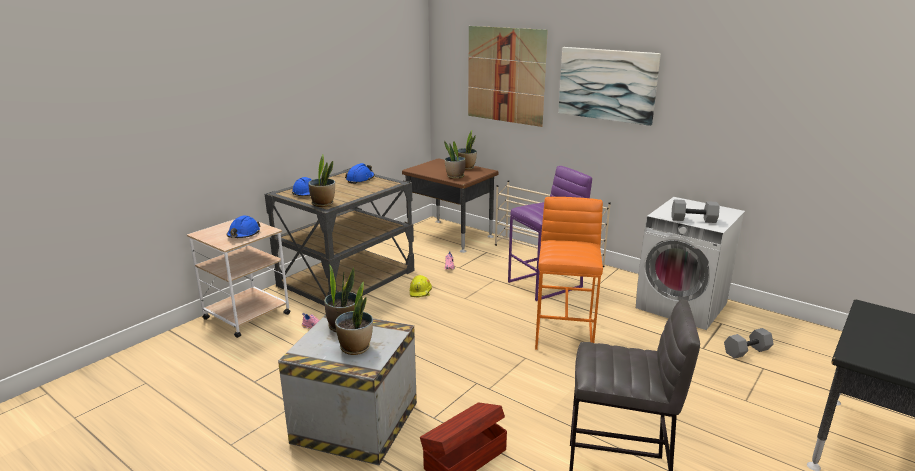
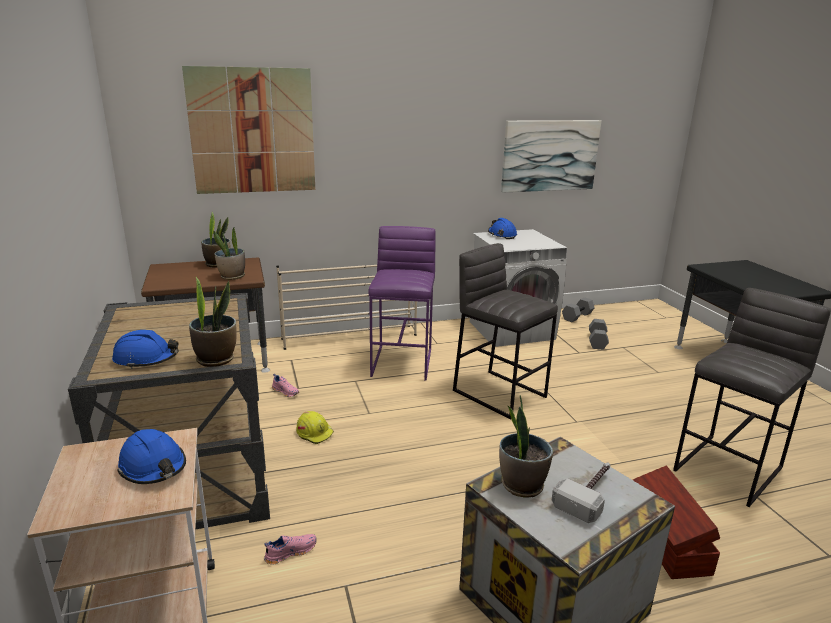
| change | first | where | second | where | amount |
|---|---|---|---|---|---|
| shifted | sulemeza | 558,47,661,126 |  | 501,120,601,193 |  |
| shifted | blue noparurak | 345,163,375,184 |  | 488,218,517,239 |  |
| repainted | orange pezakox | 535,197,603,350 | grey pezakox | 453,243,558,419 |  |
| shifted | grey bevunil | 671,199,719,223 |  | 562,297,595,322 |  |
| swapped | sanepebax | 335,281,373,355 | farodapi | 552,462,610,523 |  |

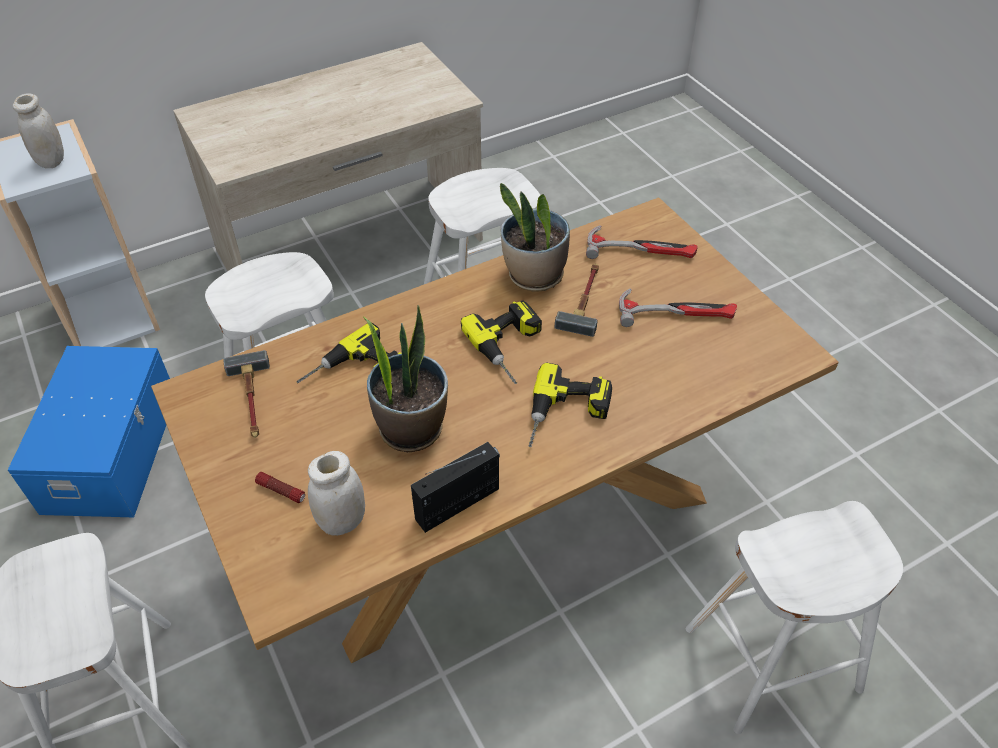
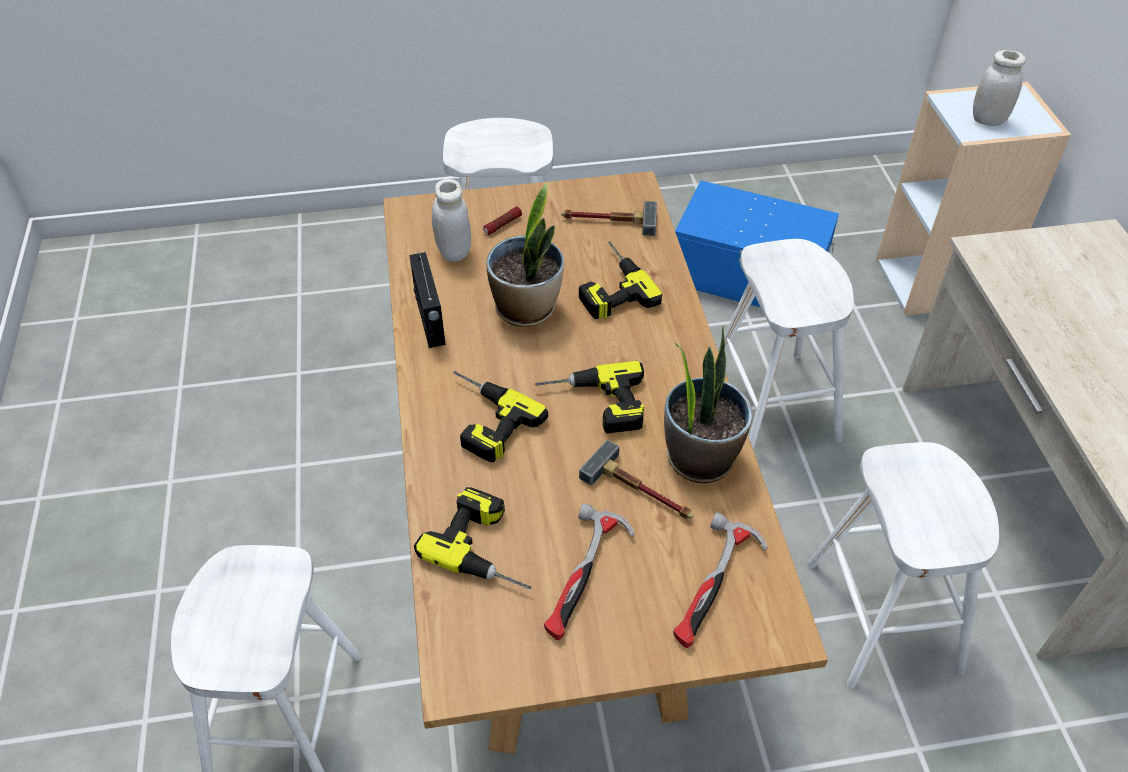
| change | first | where | second | where | amount |
|---|---|---|---|---|---|
| new |  |  | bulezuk | 414,487,531,589 |  |

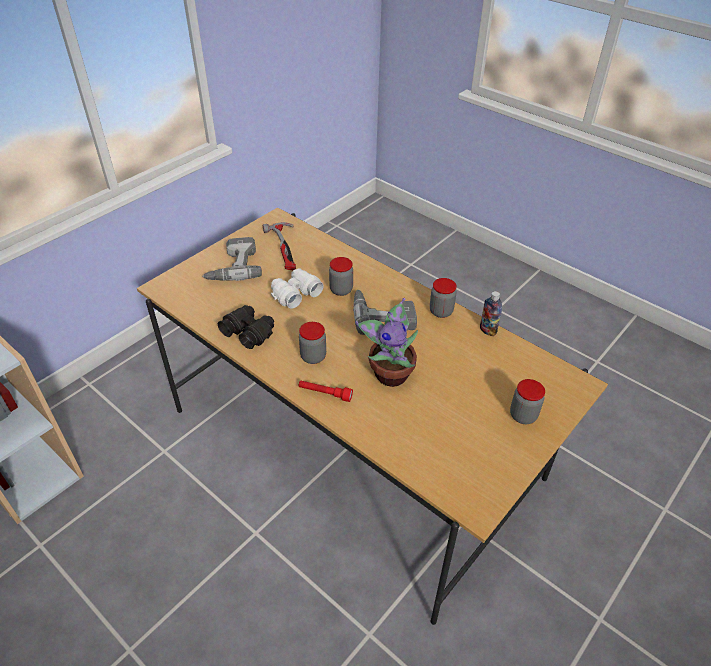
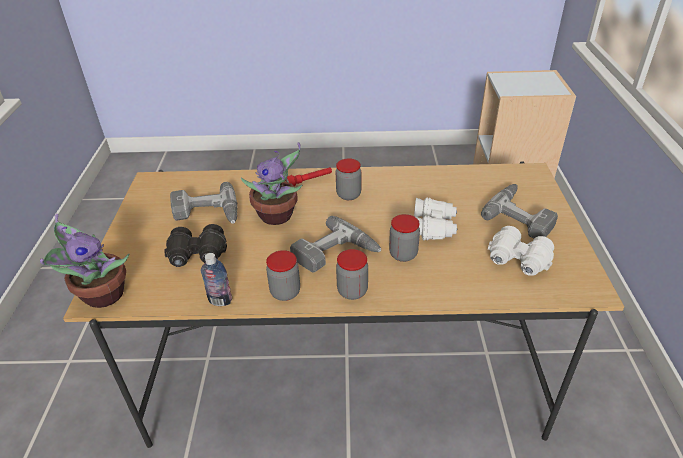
| change | first | where | second | where | amount |
|---|---|---|---|---|---|
| swapped | farodapi | 263,222,296,270 | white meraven | 488,226,554,276 |  |
| shifted | black meraven | 218,305,274,349 |  | 164,224,227,267 |  |
| shifted | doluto | 510,379,545,424 |  | 336,249,368,300 |  |
| new |  |  | bulezuk | 170,182,237,224 |  |
| new |  |  | sanepebax | 40,214,129,308 |  |

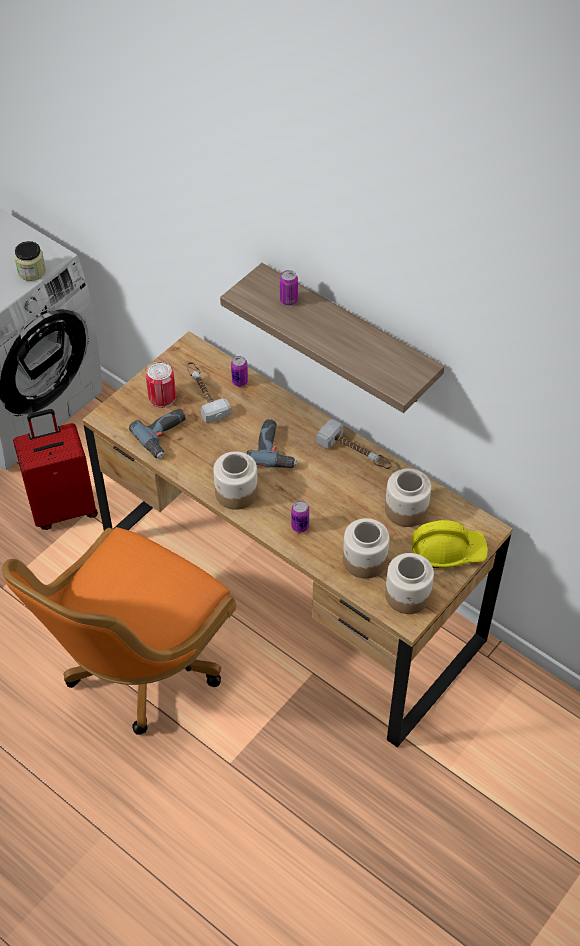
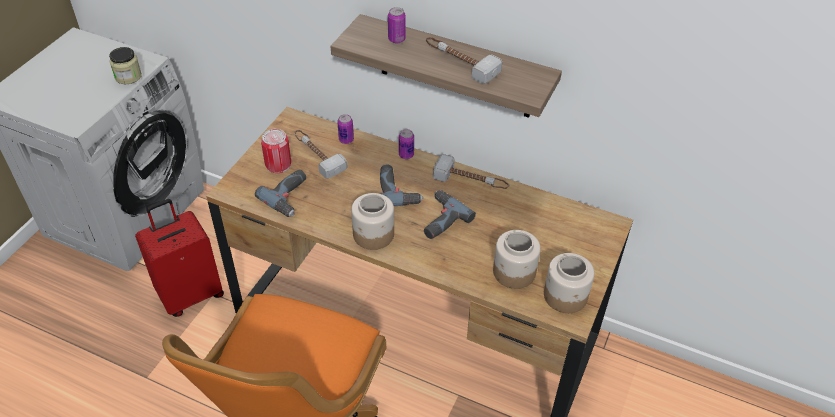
| change | first | where | second | where | amount |
|---|---|---|---|---|---|
| gone | doluto | 385,468,431,527 |  |  |  |
| shifted | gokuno | 291,501,309,533 |  | 399,129,414,159 |  |
| gone | yellow noparurak | 412,520,488,568 |  |  |  |
| new |  |  | farodapi | 426,37,503,84 |  |
| new |  |  | bulezuk | 424,190,476,239 |  |

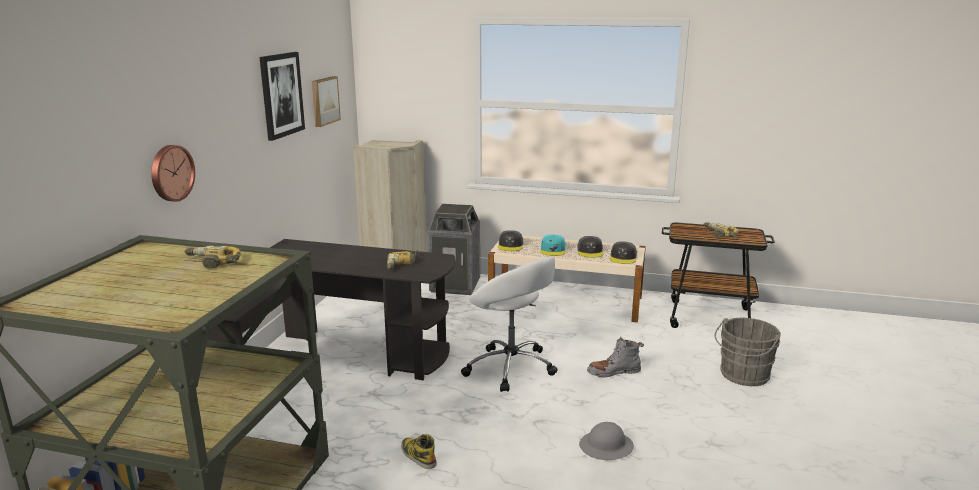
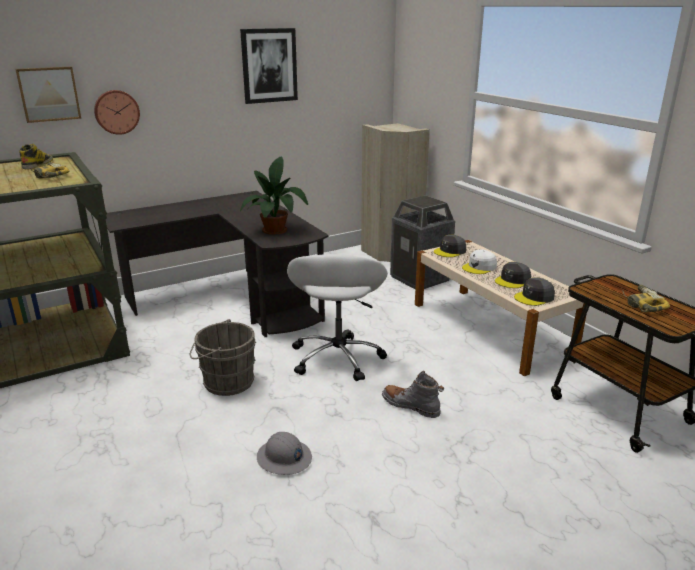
| change | first | where | second | where | amount |
|---|---|---|---|---|---|
| shifted | sulemeza | 312,76,341,127 |  | 15,67,81,123 |  |
| repainted | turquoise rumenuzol | 540,235,566,256 | white rumenuzol | 462,250,497,274 |  |
| swapped | bulezuk | 387,250,418,270 | sanepebax | 240,157,308,235 |  |
| shifted | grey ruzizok | 714,318,781,386 |  | 190,319,256,396 |  |
| shifted | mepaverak | 401,434,437,469 |  | 20,144,53,169 |  |

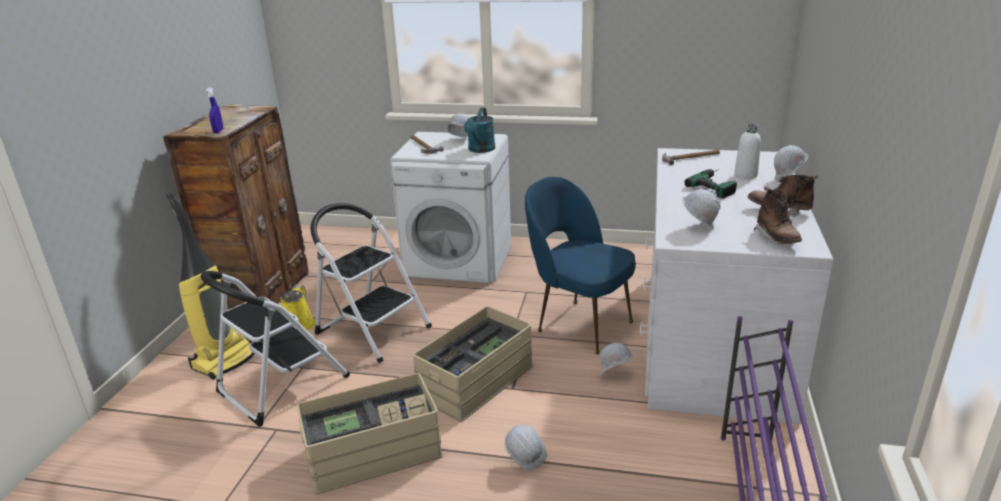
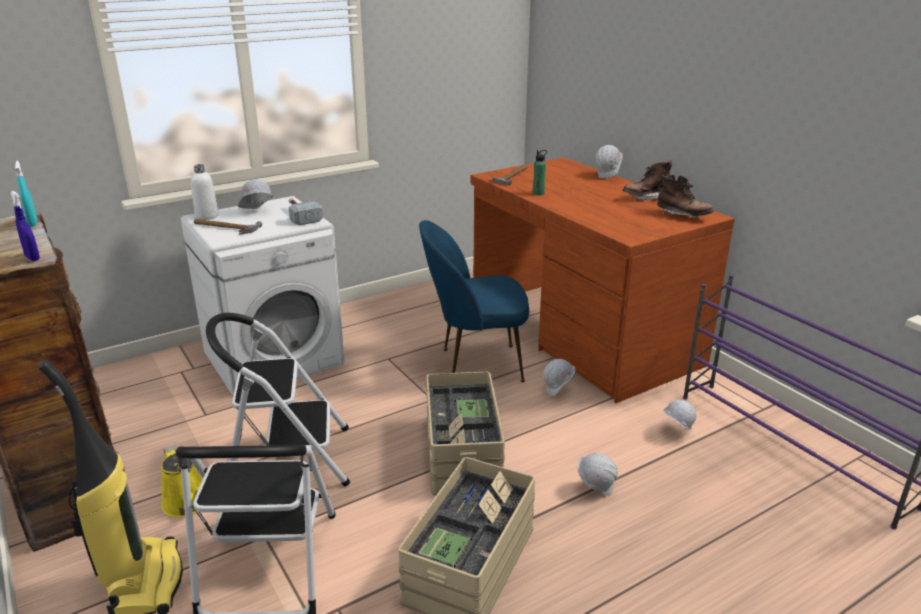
| change | first | where | second | where | amount |
|---|---|---|---|---|---|
| swapped | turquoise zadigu | 464,108,495,153 | farodapi | 289,198,323,225 |  |
| shifted | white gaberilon | 734,124,761,179 |  | 191,164,219,220 |  |
| repainted | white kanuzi | 640,148,834,424 | brown kanuzi | 470,157,735,403 |  |
| gone | bulezuk | 685,169,737,199 |  |  |  |
| shifted | white noparurak | 682,189,720,229 |  | 663,400,696,430 |  |
| new |  |  | green gaberilon | 533,150,547,195 |  |
| new |  |  | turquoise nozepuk | 15,161,37,227 |  |

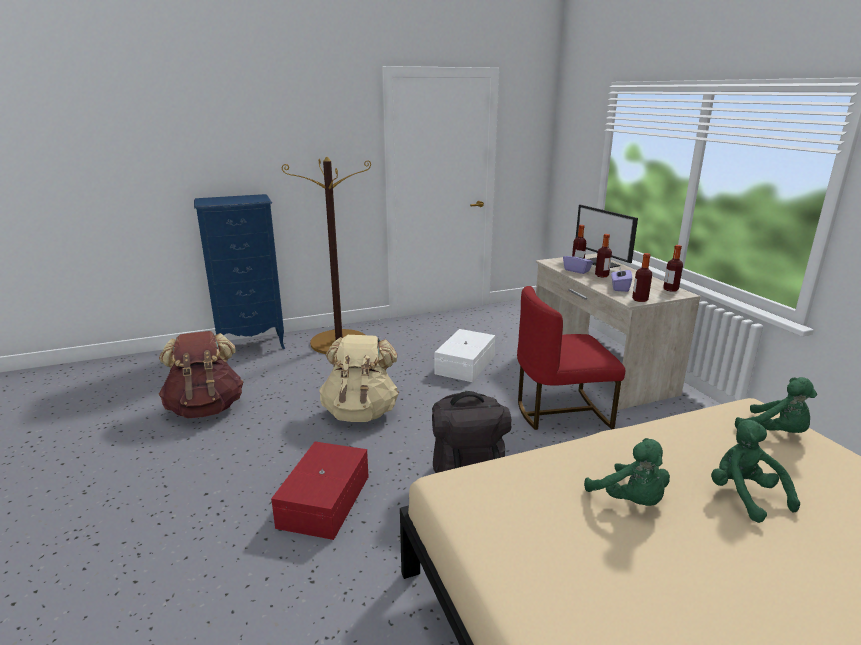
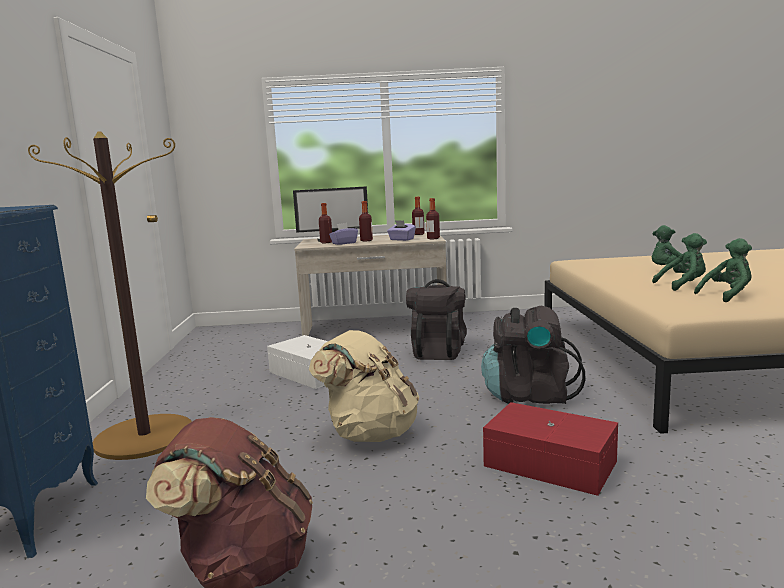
| change | first | where | second | where | amount |
|---|---|---|---|---|---|
| swapped | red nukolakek | 517,286,625,430 | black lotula | 406,279,467,360 |  |
| shifted | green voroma | 735,377,817,433 |  | 694,238,752,302 |  |

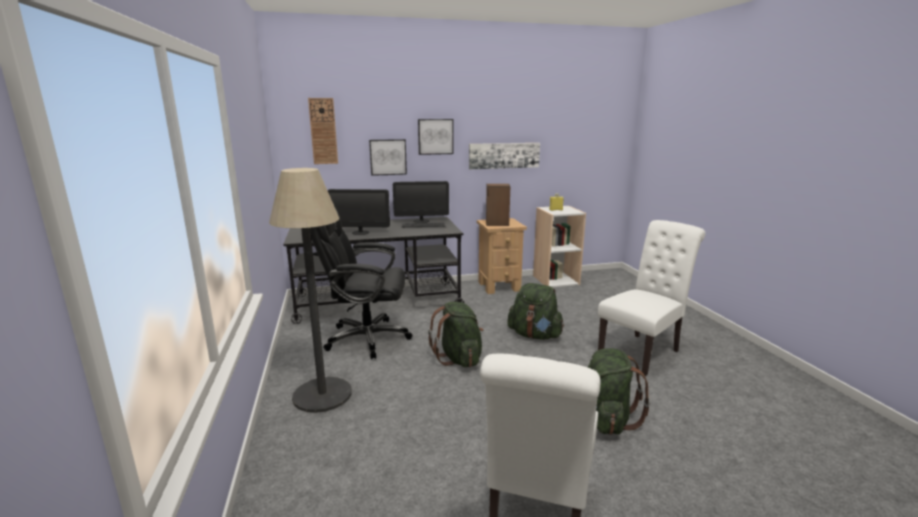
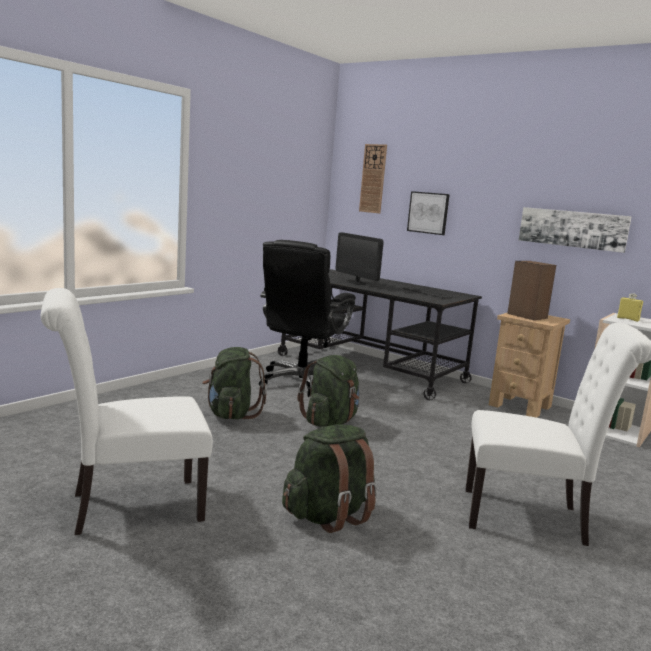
| change | first | where | second | where | amount |
|---|---|---|---|---|---|
| gone | sulemeza | 418,119,454,155 |  |  |  |
| gone | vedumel | 269,168,352,413 |  |  |  |
| gone | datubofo | 393,181,449,223 |  |  |  |
| rotated | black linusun | 310,206,413,359 |  | 259,240,356,397 | 120 degrees counterclockwise |
| shifted | green lotula | 507,283,564,340 |  | 202,347,267,419 |  |

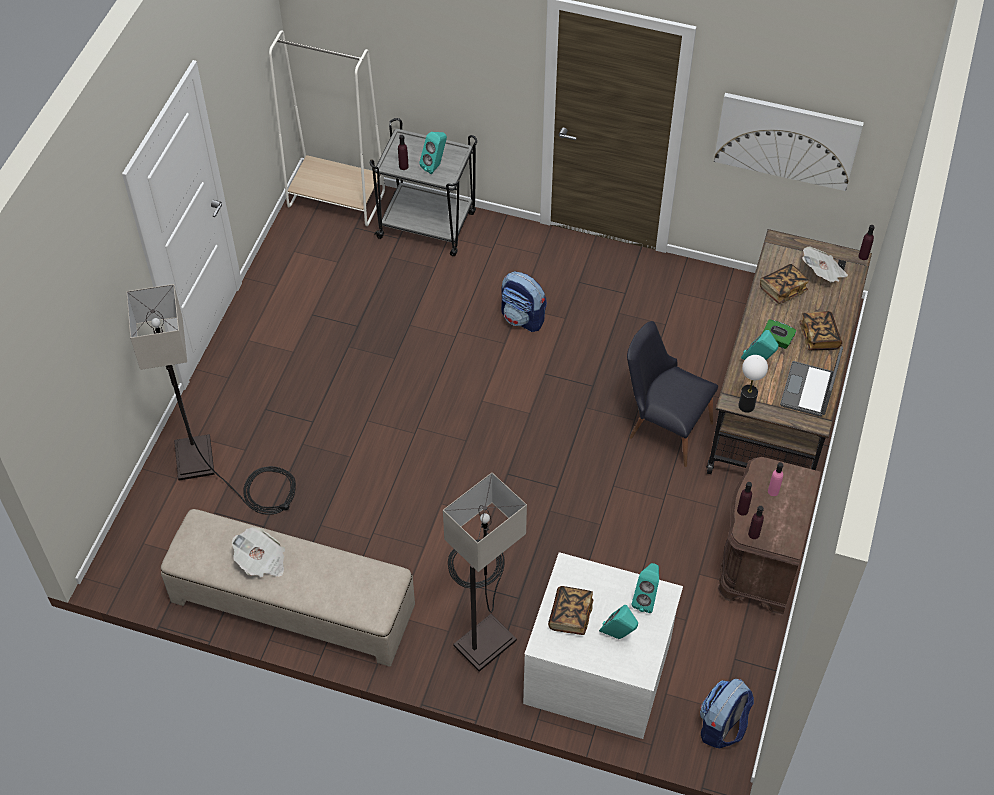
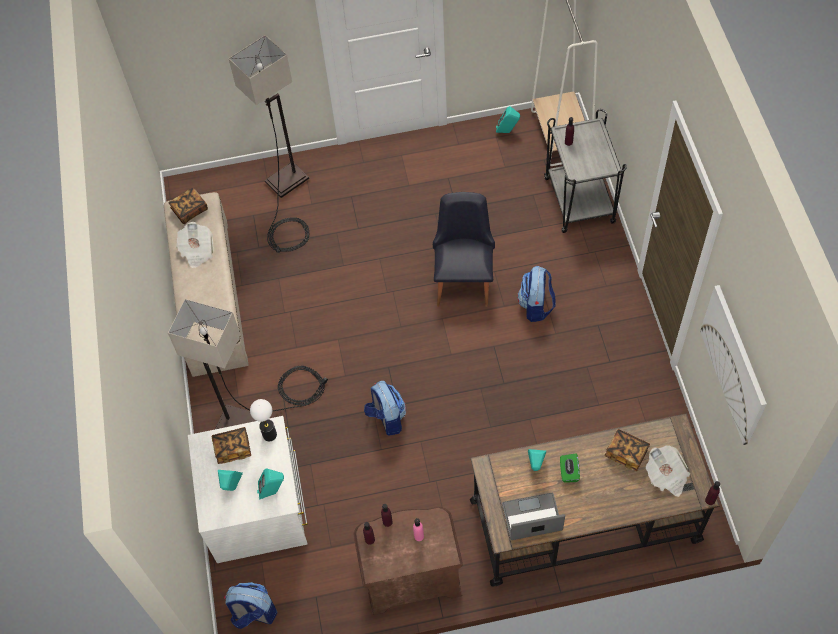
| change | first | where | second | where | amount |
|---|---|---|---|---|---|
| shifted | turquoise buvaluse | 419,132,447,174 |  | 496,106,520,133 |  |
| shifted | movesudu | 799,311,842,350 |  | 168,188,208,224 |  |
| shifted | black nukolakek | 627,321,718,467 |  | 433,192,495,307 |  |
| shifted | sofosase | 738,355,768,413 |  | 250,399,277,441 |  |
| new |  |  | lotula | 364,381,406,436 |  |

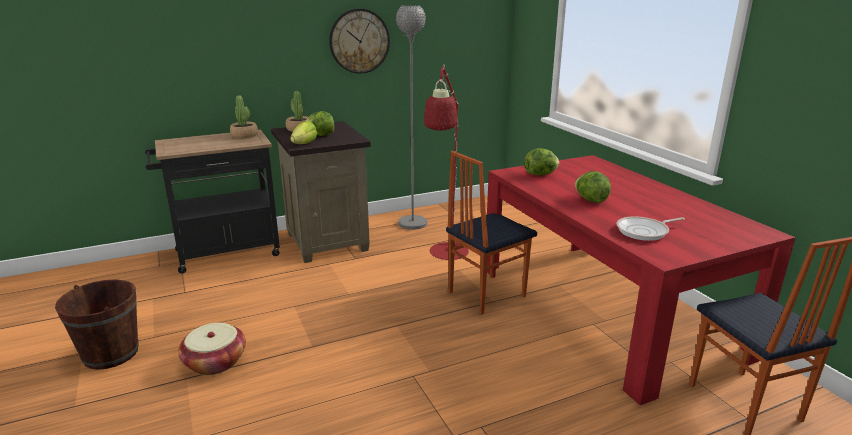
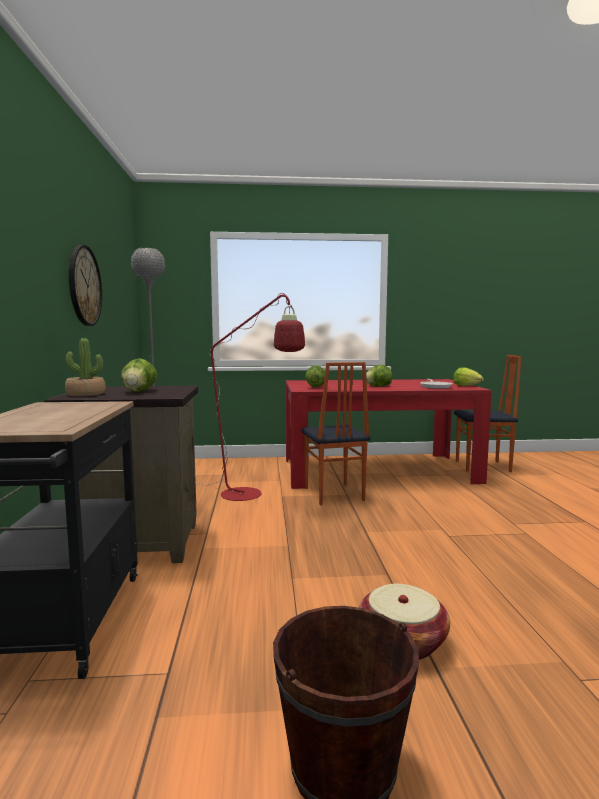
| change | first | where | second | where | amount |
|---|---|---|---|---|---|
| gone | sanepebax | 230,96,258,138 |  |  |  |
| shifted | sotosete | 290,121,318,144 |  | 453,367,484,386 |  |

